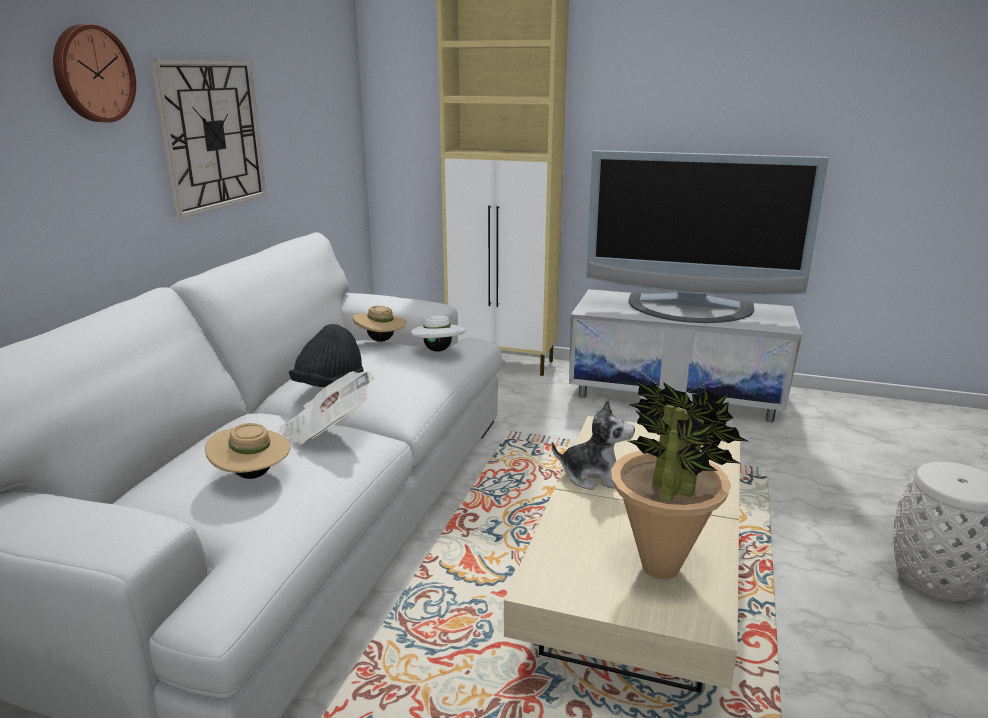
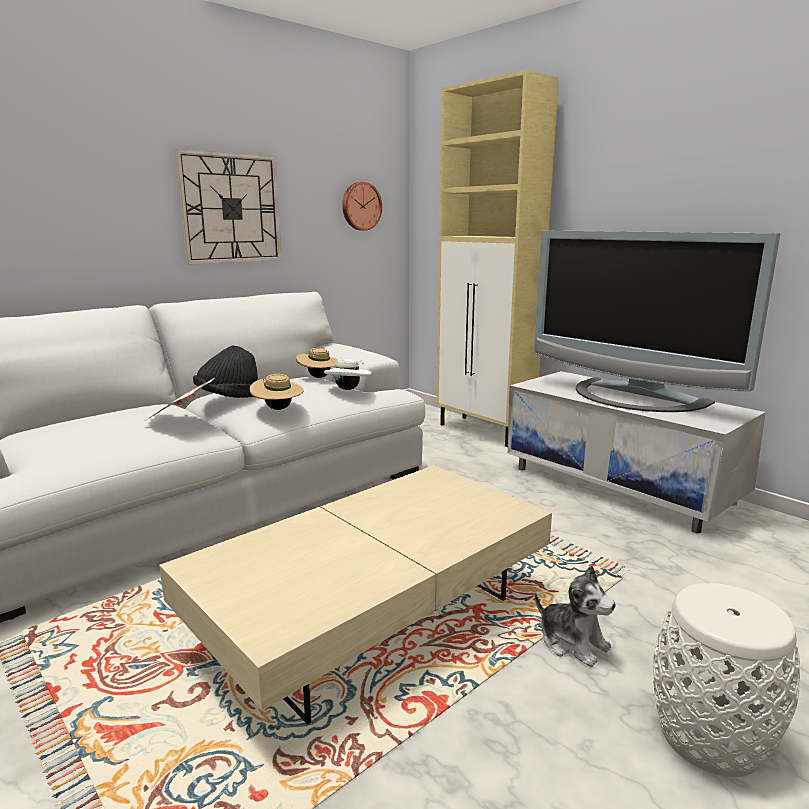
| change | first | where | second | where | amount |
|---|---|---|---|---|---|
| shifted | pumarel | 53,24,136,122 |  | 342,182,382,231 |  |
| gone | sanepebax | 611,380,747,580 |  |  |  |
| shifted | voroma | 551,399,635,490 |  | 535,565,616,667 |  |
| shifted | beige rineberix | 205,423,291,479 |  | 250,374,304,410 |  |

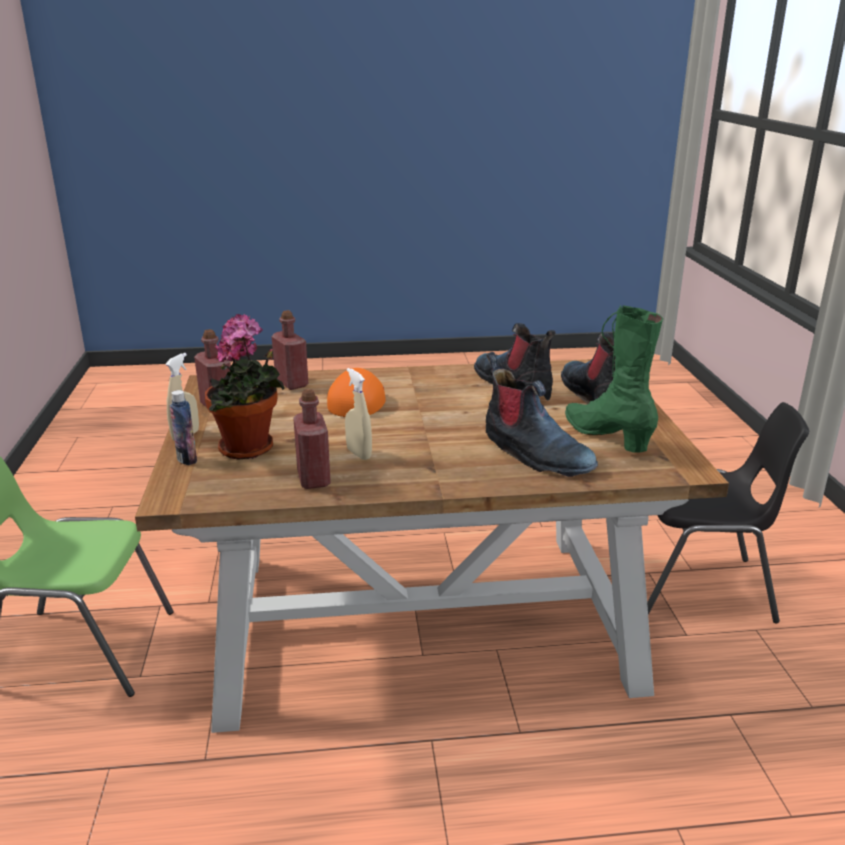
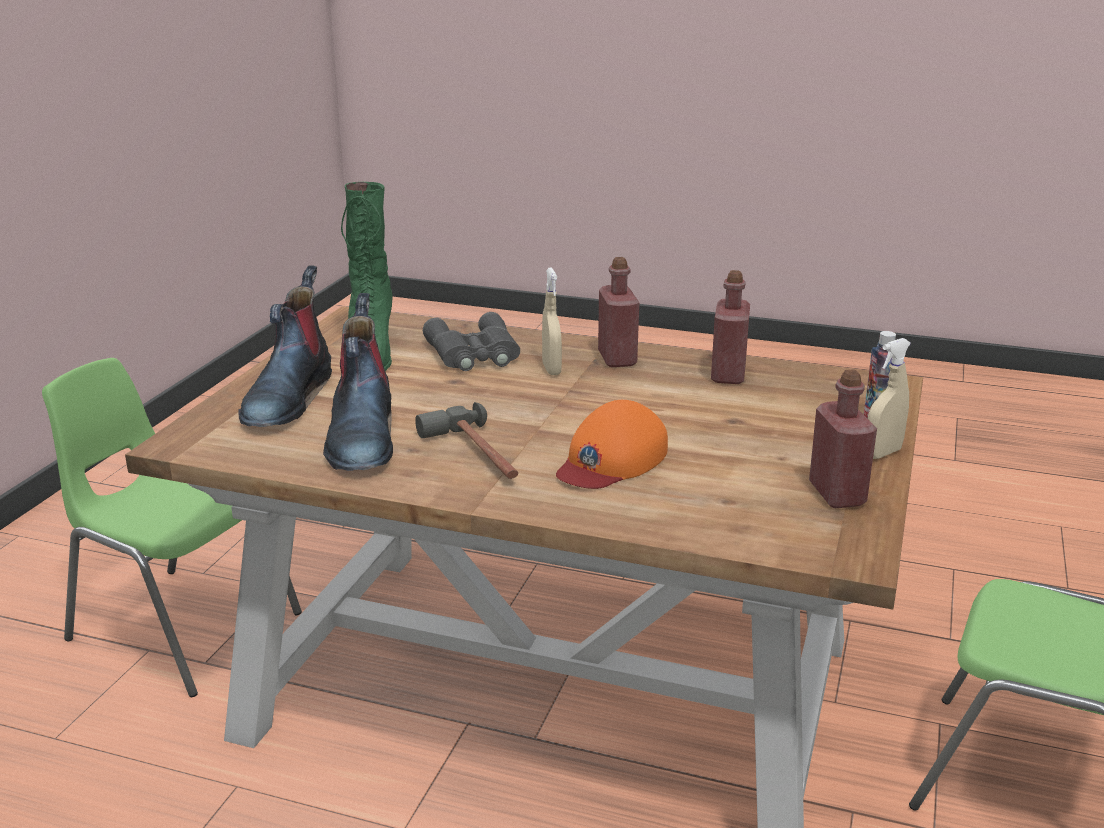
| change | first | where | second | where | amount |
|---|---|---|---|---|---|
| shifted | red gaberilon | 272,310,308,390 |  | 598,257,639,367 |  |
| gone | sanepebax | 205,314,284,459 |  |  |  |
| swapped | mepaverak | 486,352,598,477 | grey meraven | 423,312,520,371 |  |
| shifted | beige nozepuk | 345,368,372,460 |  | 542,267,562,375 |  |
| repainted | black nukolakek | 647,402,809,623 | green nukolakek | 42,358,302,697 |  |
| new |  |  | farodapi | 415,402,518,479 |  |

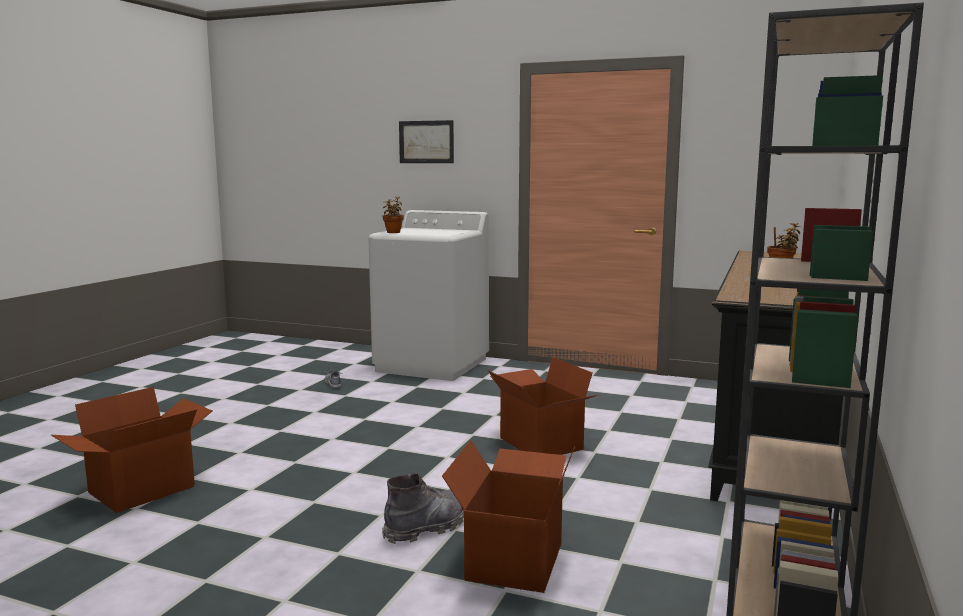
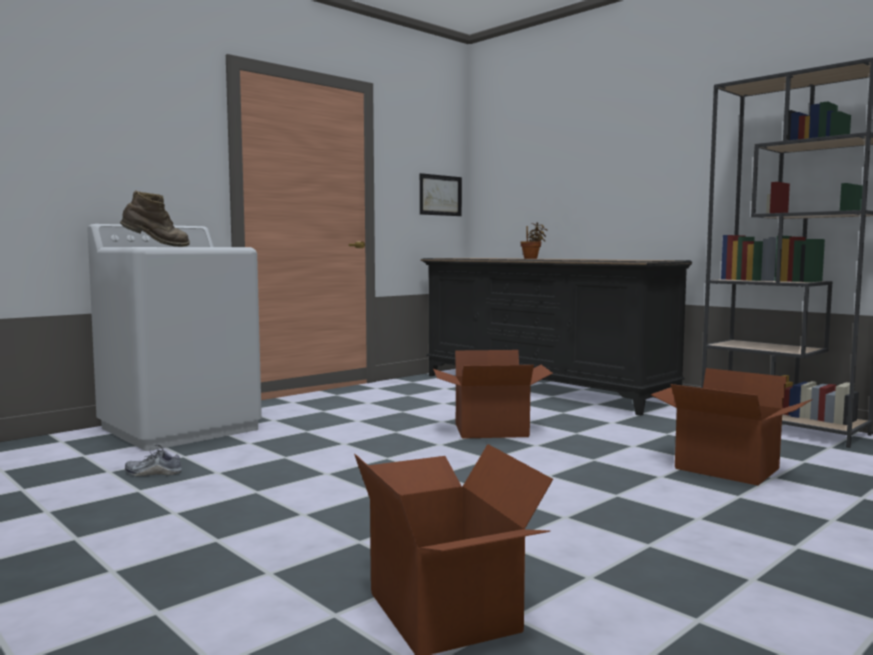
| change | first | where | second | where | amount |
|---|---|---|---|---|---|
| shifted | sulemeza | 399,120,454,163 |  | 420,173,462,216 |  |
| swapped | sanepebax | 383,197,404,233 | brown mepaverak | 120,190,190,247 |  |
| gone | grey mepaverak | 382,473,464,544 |  |  |  |

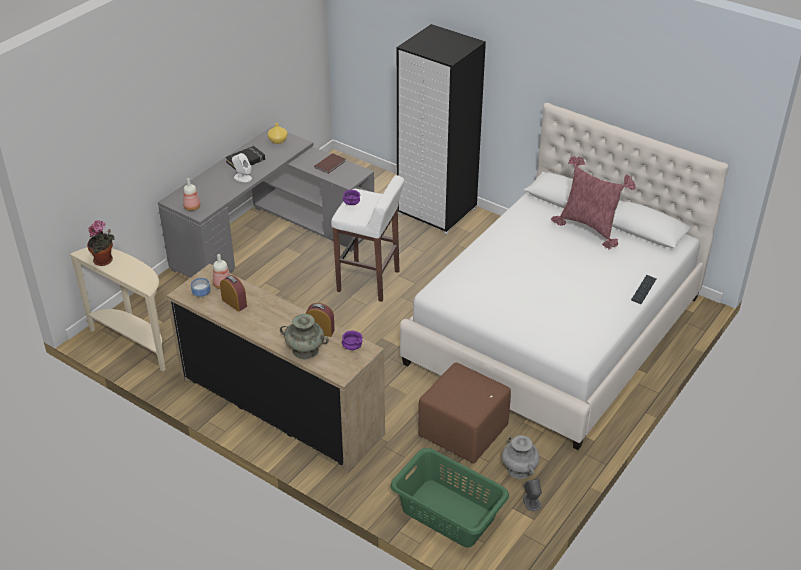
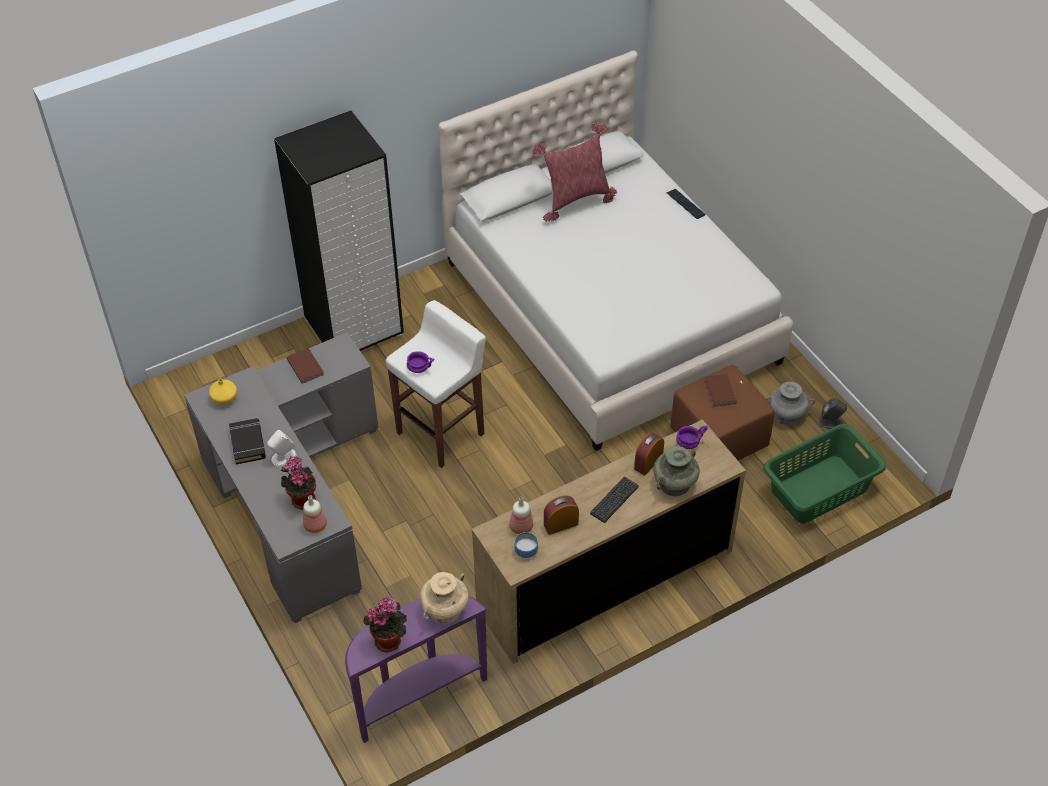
| change | first | where | second | where | amount |
|---|---|---|---|---|---|
| repainted | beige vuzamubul | 70,247,166,371 | purple vuzamubul | 345,596,488,743 |  |
| new |  |  | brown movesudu | 704,374,737,407 |  |
| new |  |  | sanepebax | 281,456,316,510 |  |
| new |  |  | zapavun | 590,477,639,523 |  |
| new |  |  | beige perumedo | 420,572,469,624 |  |

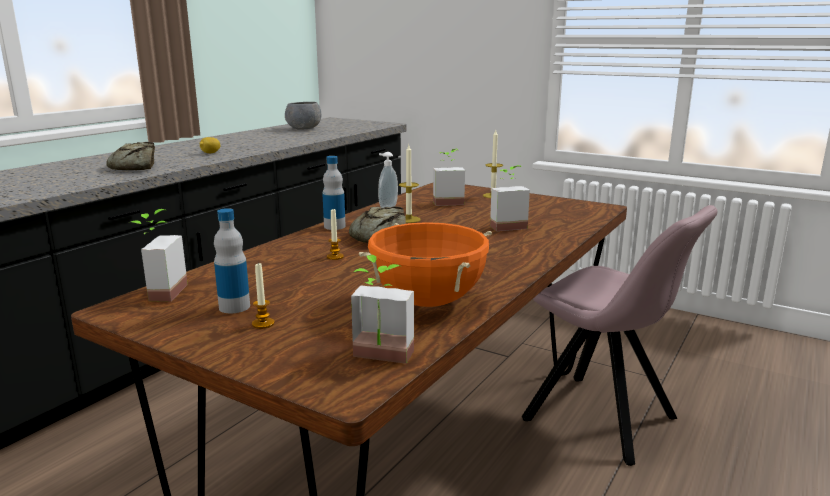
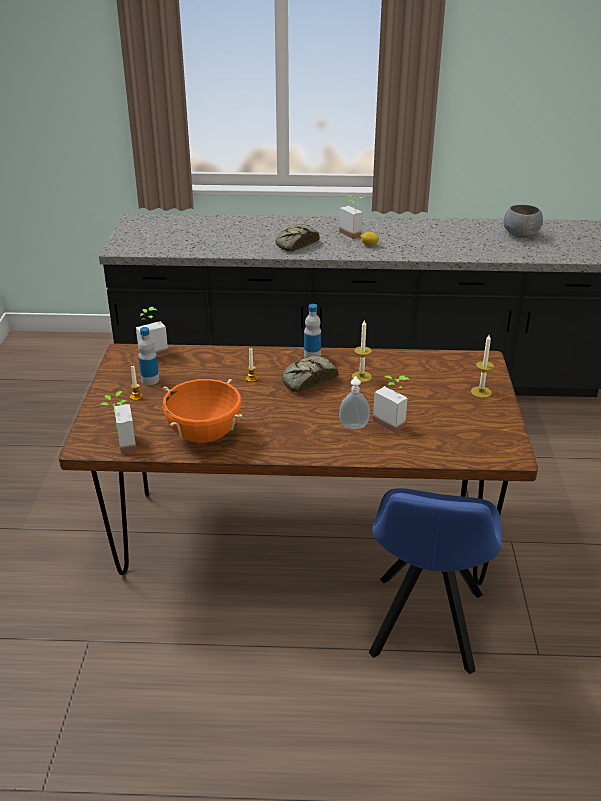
| change | first | where | second | where | amount |
|---|---|---|---|---|---|
| shifted | sanepebax | 433,149,465,206 |  | 339,196,364,239 |  |
| shifted | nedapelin | 378,152,398,208 |  | 339,376,370,429 |  |
| repainted | pink nukolakek | 522,205,717,466 | blue nukolakek | 369,488,502,674 |  |

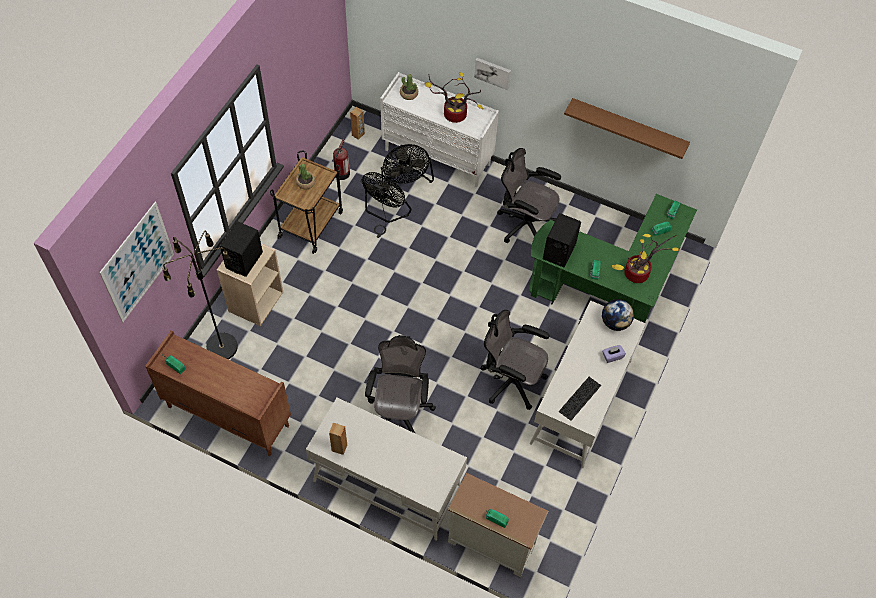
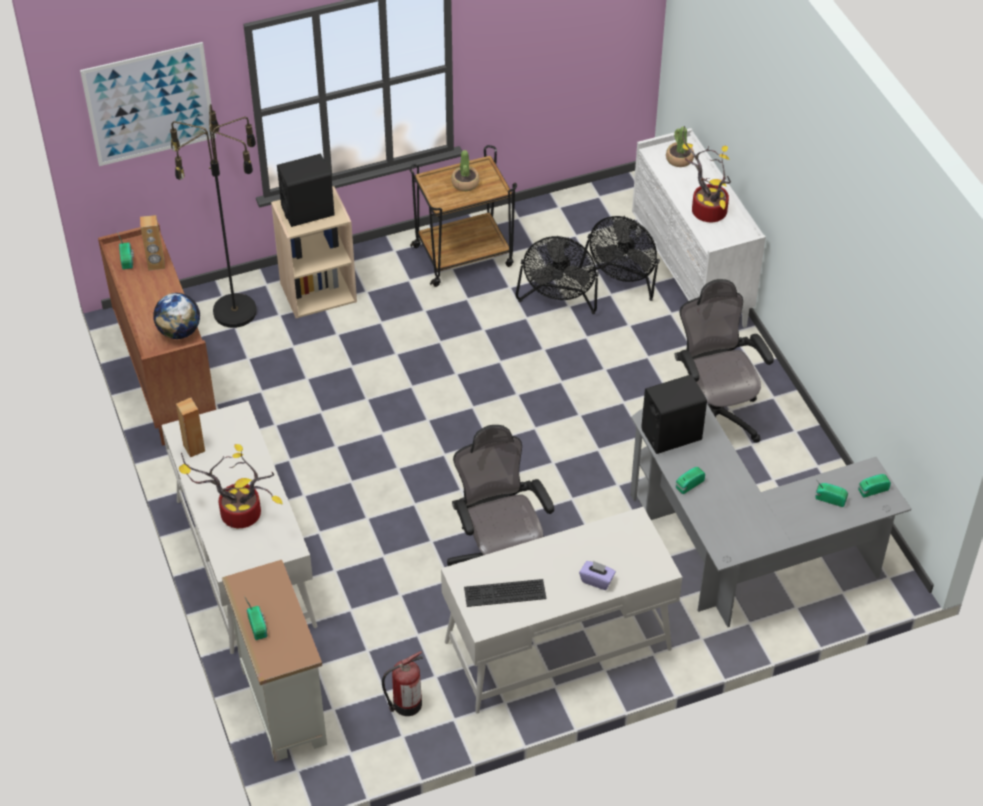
| change | first | where | second | where | amount |
|---|---|---|---|---|---|
| gone | sulemeza | 474,58,511,90 |  |  |  |
| gone | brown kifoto | 564,98,690,159 |  |  |  |
| shifted | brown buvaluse | 350,107,365,140 |  | 140,215,165,271 |  |
| shifted | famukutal | 333,138,350,180 |  | 382,651,423,716 |  |
| rotated | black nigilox | 360,172,411,238 |  | 516,235,599,314 | 120 degrees clockwise |
| repainted | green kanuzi | 529,194,697,323 | grey kanuzi | 630,404,911,627 |  |
| shifted | sanepebax | 612,234,680,283 |  | 179,444,283,528 |  |
| shifted | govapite | 602,299,634,331 |  | 153,293,200,339 |  |
| gone | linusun | 365,335,436,434 |  |  |  |

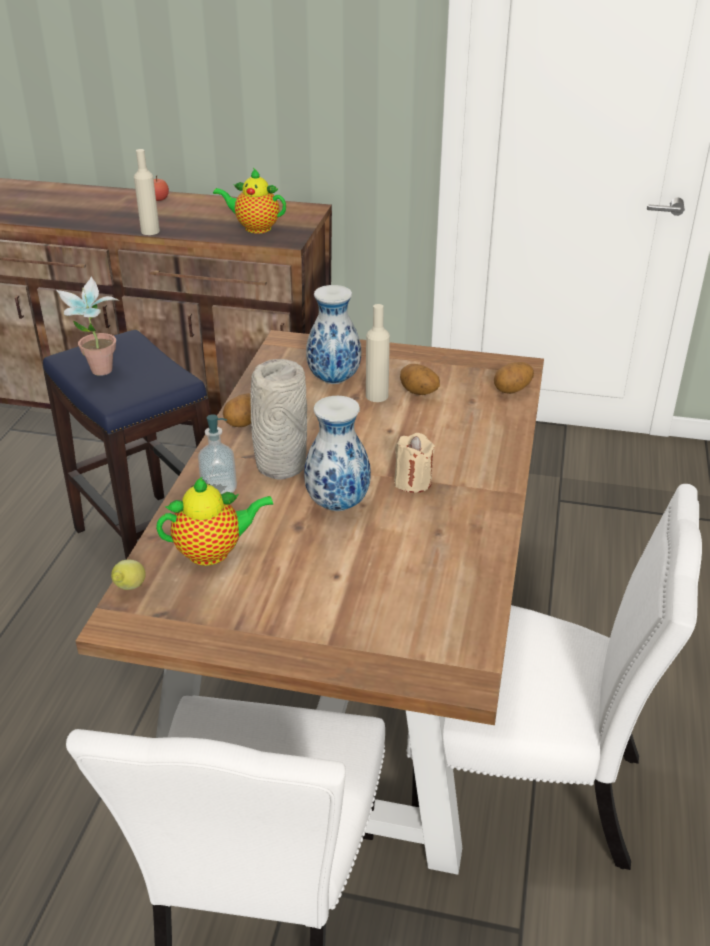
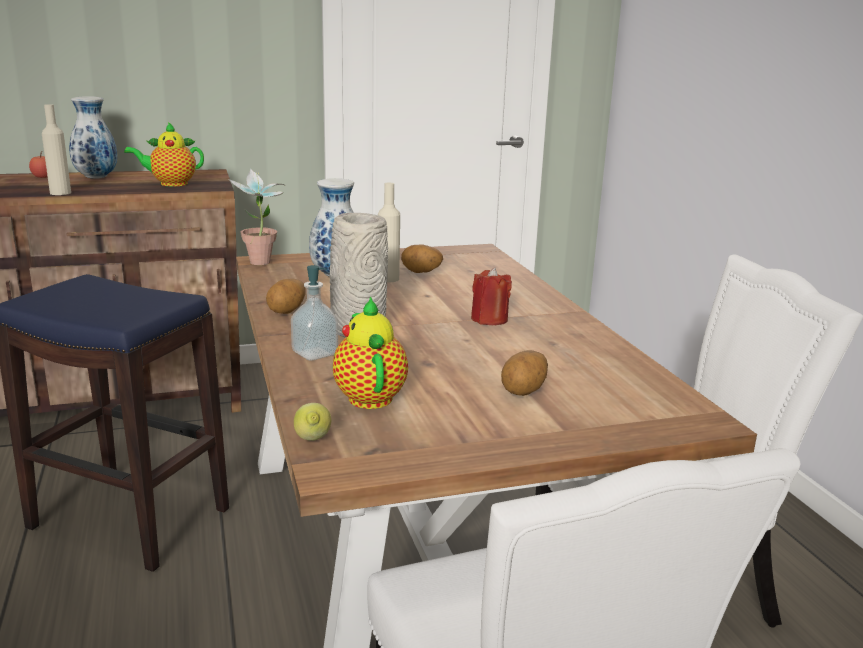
| change | first | where | second | where | amount |
|---|---|---|---|---|---|
| shifted | sanepebax | 56,276,119,376 |  | 228,169,286,265 |  |
| shifted | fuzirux | 494,362,534,394 |  | 501,350,548,396 |  |
| shifted | perumedo | 304,396,371,511 |  | 69,96,118,179 |  |
| repainted | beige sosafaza | 394,433,435,493 | red sosafaza | 471,267,512,325 |  |
| rotated | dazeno | 156,476,274,566 |  | 333,296,408,409 | 60 degrees counterclockwise |

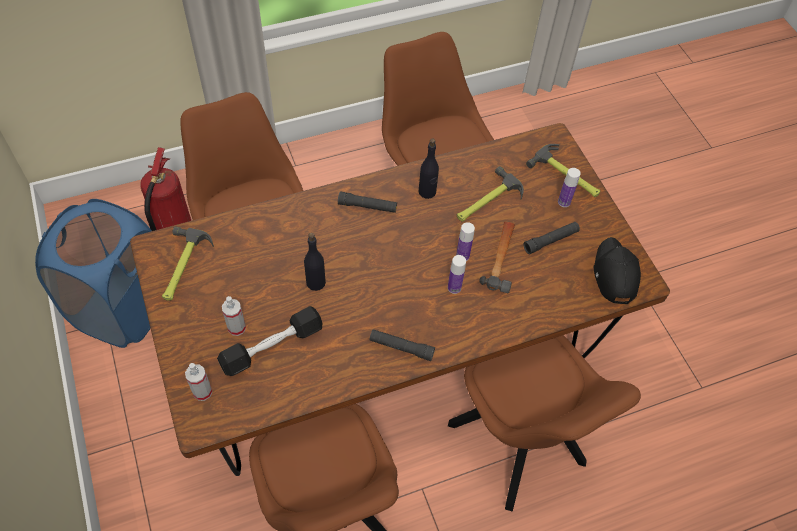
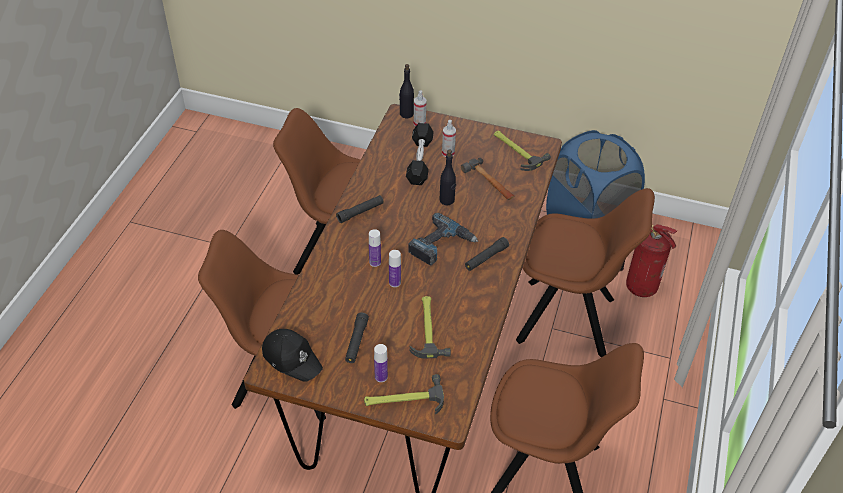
| change | first | where | second | where | amount |
|---|---|---|---|---|---|
| shifted | black gaberilon | 418,138,439,199 |  | 399,64,414,118 |  |
| shifted | farodapi | 479,222,515,293 |  | 461,158,515,200 |  |
| new |  |  | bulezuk | 409,213,478,265 |  |

